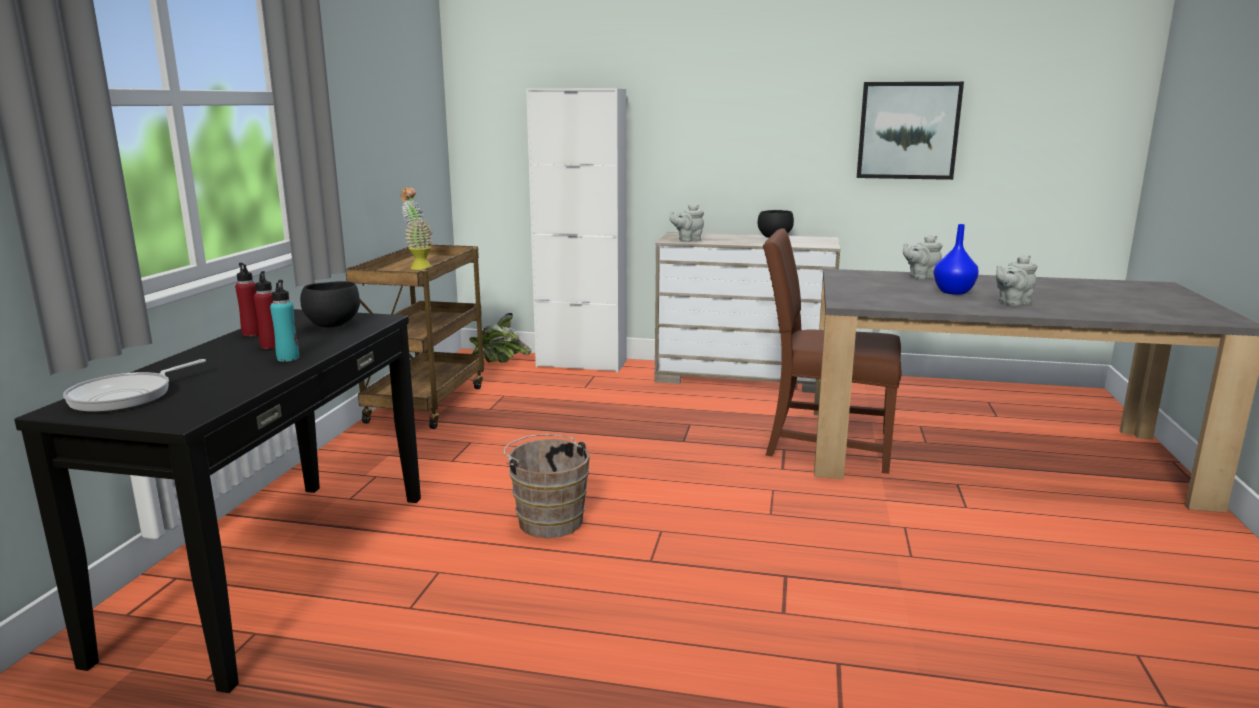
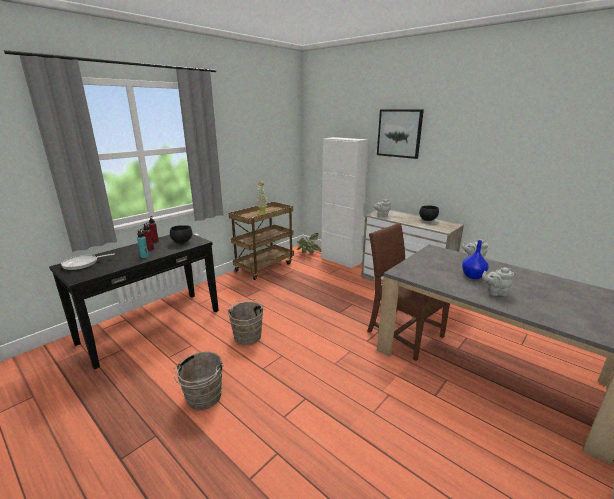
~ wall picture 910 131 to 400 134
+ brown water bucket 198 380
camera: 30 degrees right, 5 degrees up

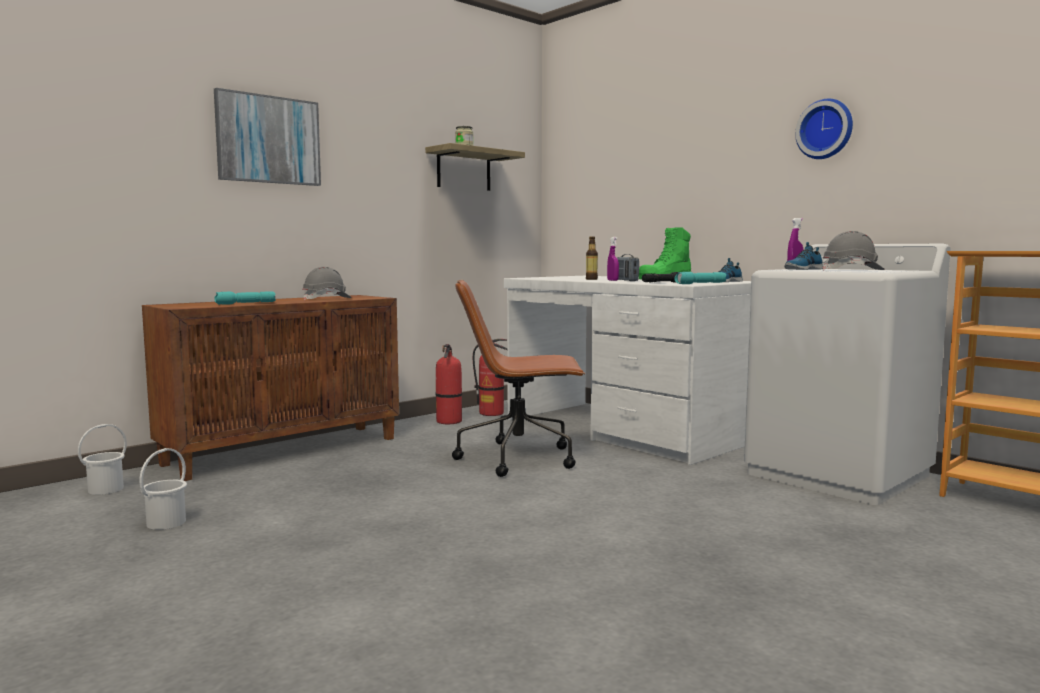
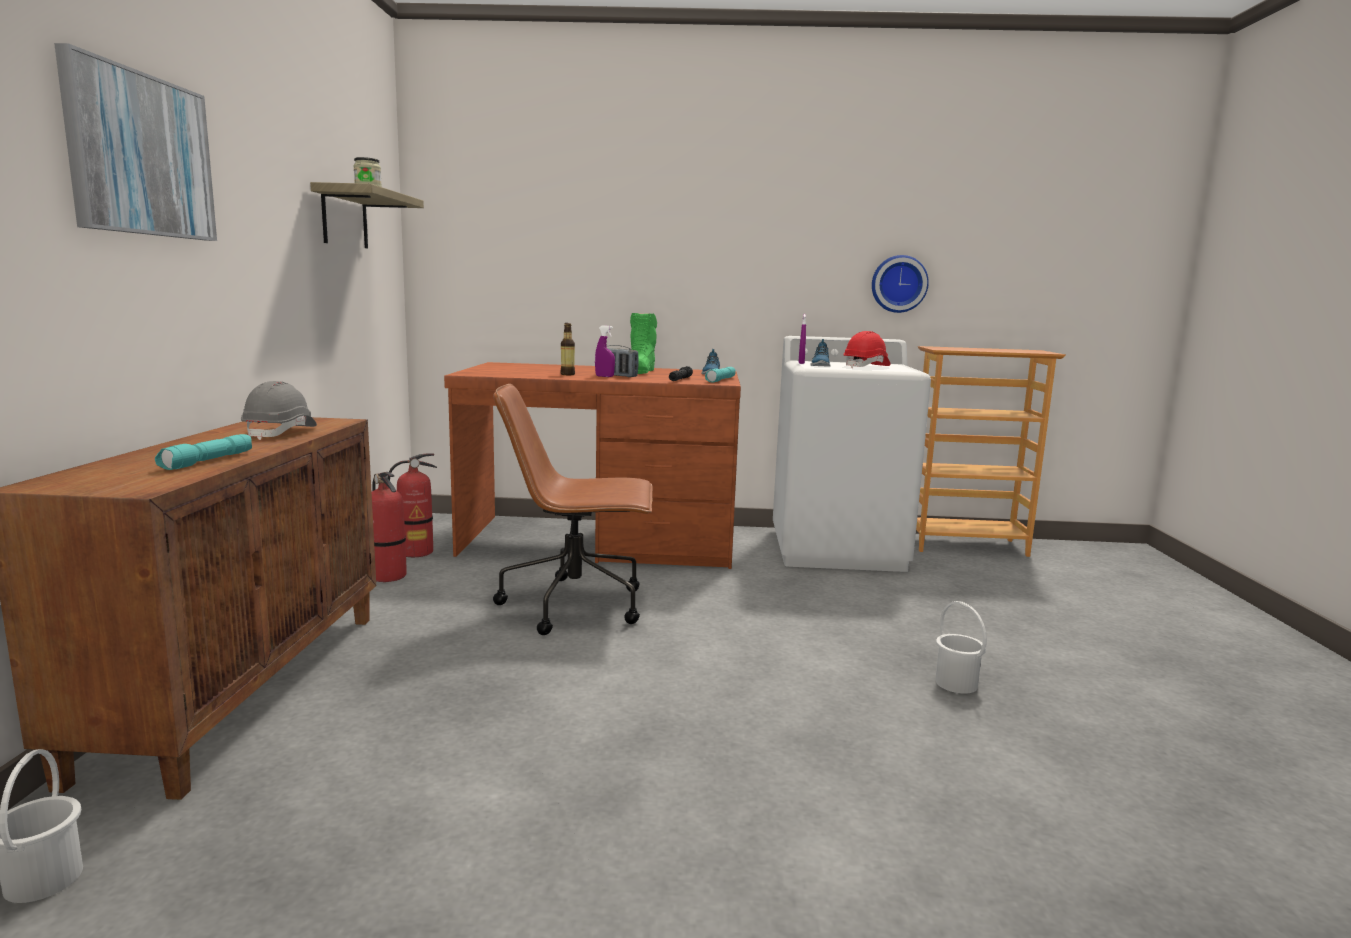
~ clock on the wall 824 129 to 900 284
~ grey work helmet 854 251 to red-coloured work helmet 867 349
~ white-coloured desk unit 627 370 to brown desk unit 592 465
~ brown desk chair 518 378 = 573 509 45 degrees clockwise
~ white-coloured water bucket 163 489 to 961 647
camera: 45 degrees left, 5 degrees up

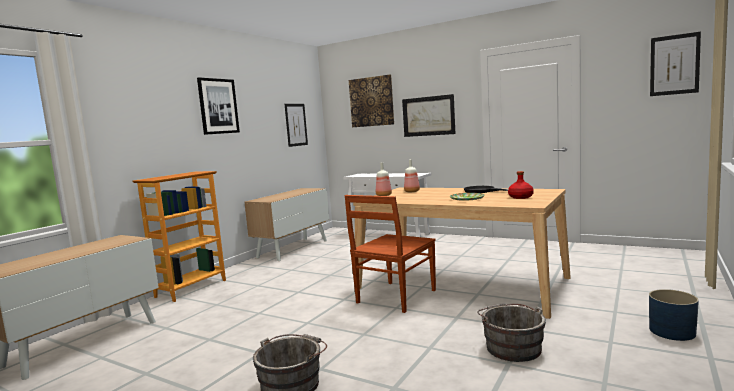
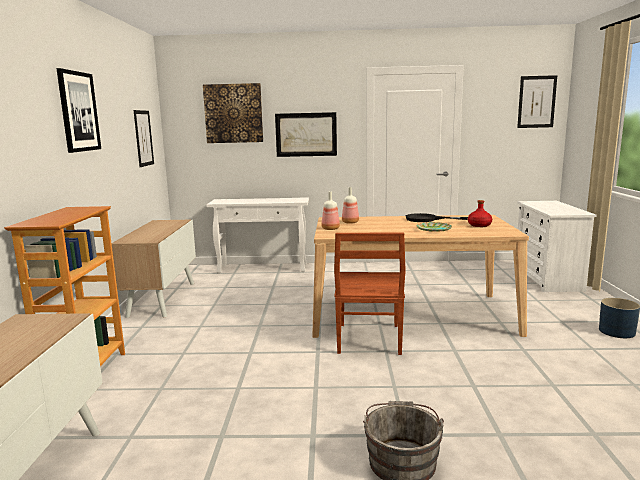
- grey water bucket 511 332
+ white-coloured chest of drawers 556 246
camera: 30 degrees left, 5 degrees up

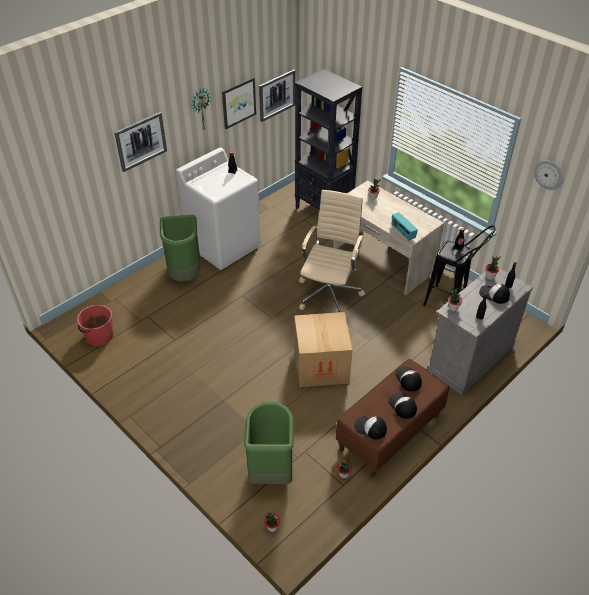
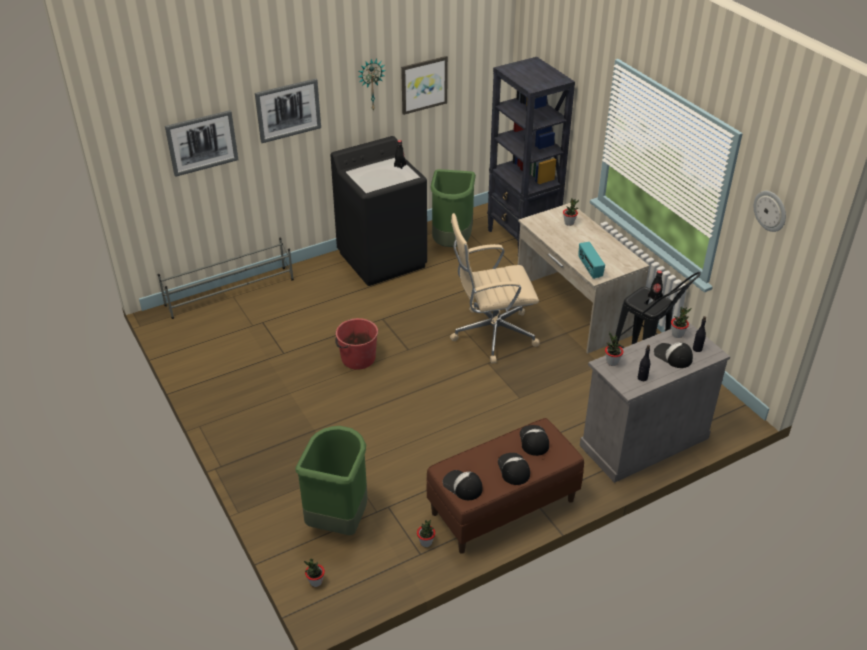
~ wall picture 277 96 to 201 143
~ white-coloured washing machine 218 209 to blackish washing machine 379 211
~ sand-coloured desk chair 332 251 = 495 288 135 degrees counterclockwise
~ green trash can 180 248 to 453 208
~ red-coloured water bucket 95 325 to 356 344
- cardboard box 323 349
+ grey shoe rack 226 278
camera: 15 degrees right, 5 degrees down

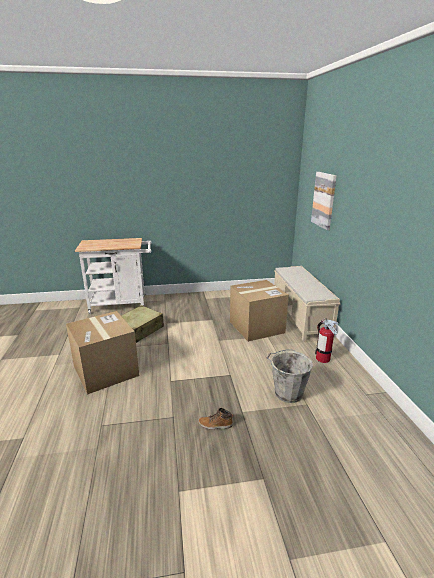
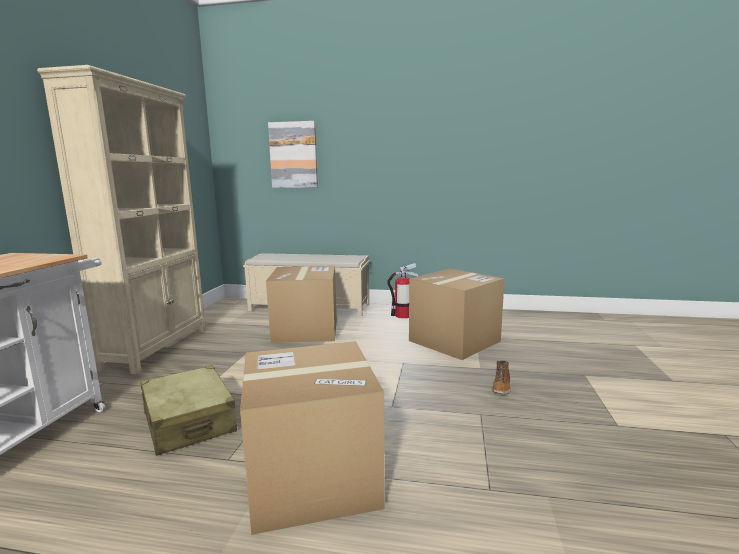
~ grey water bucket 290 376 to cardboard box 457 314
+ sand-coloured bookshelf 122 219
camera: 70 degrees left, 10 degrees down

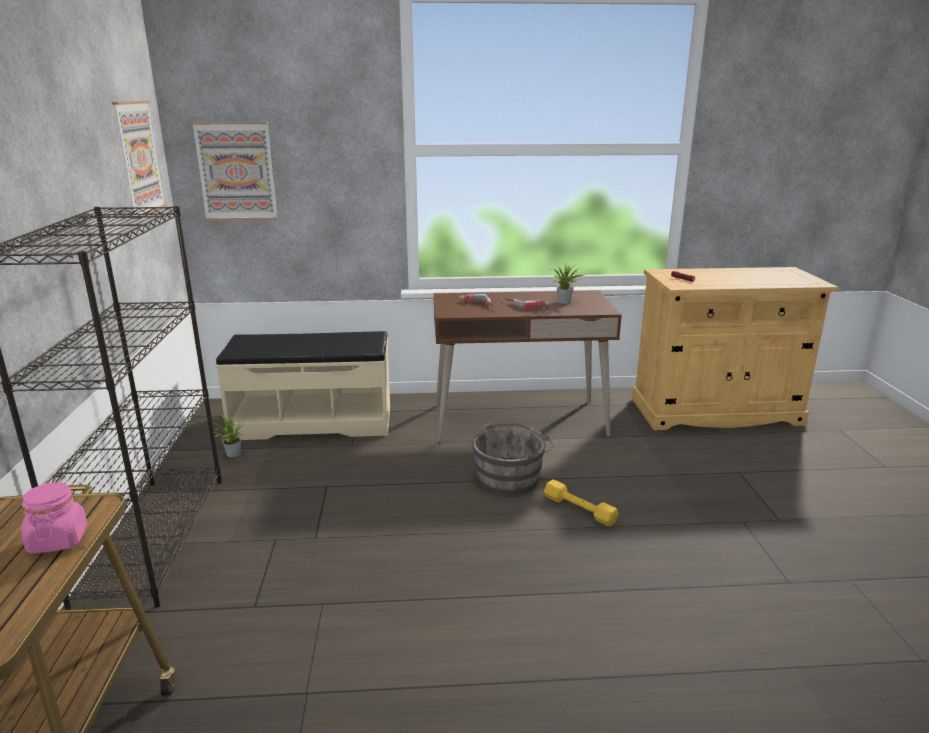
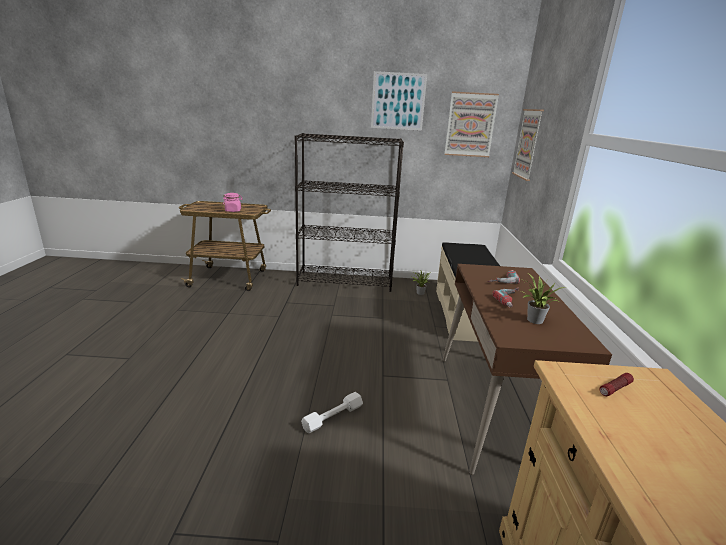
- grey water bucket 513 459
~ yellowish hand weight 581 503 to white-coloured hand weight 332 412
+ wall picture 399 101
camera: 95 degrees right, 0 degrees up

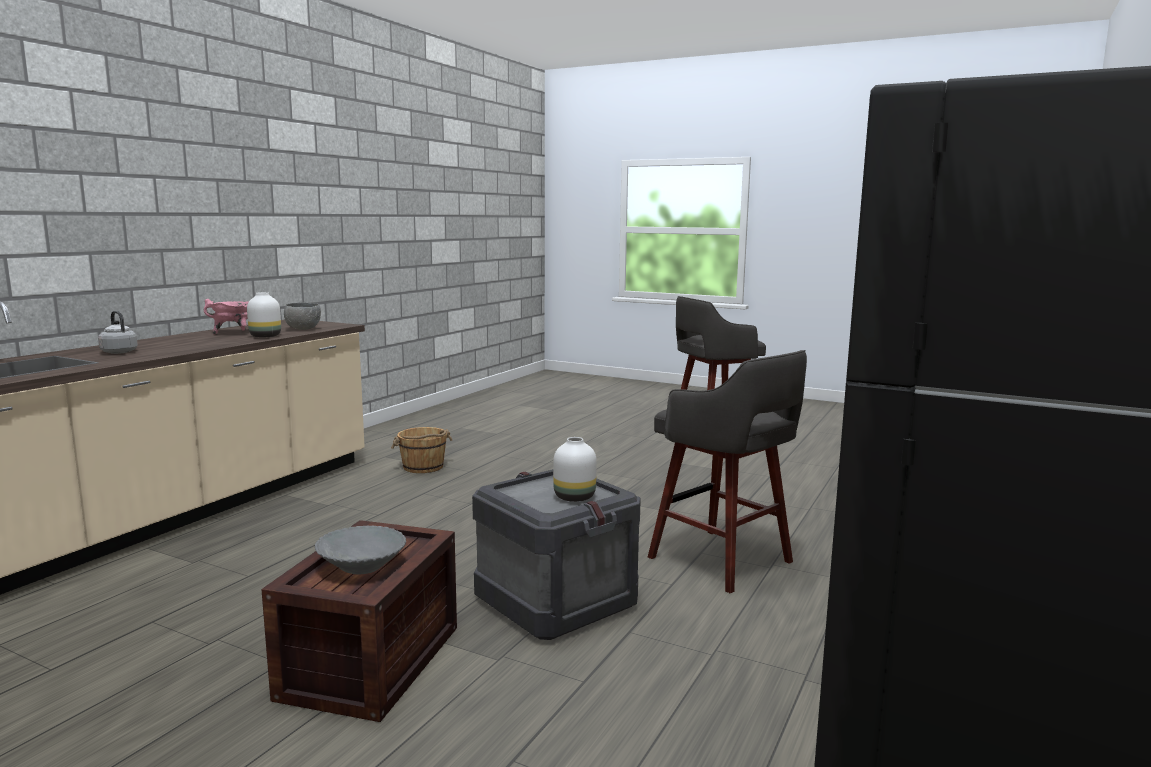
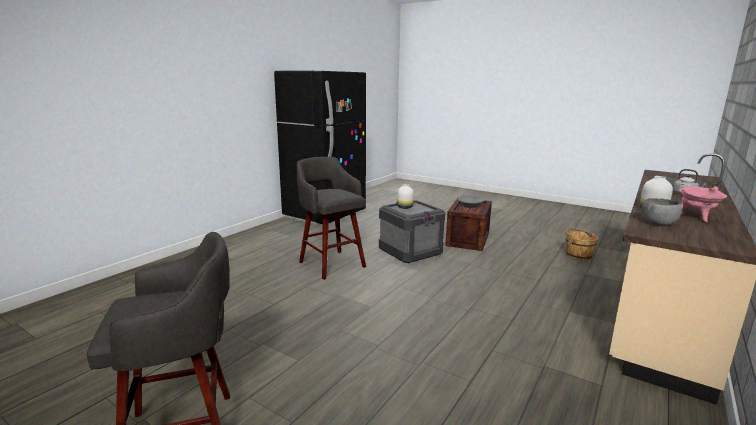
~ brown water bucket 422 450 to 582 244
camera: 175 degrees left, 5 degrees up

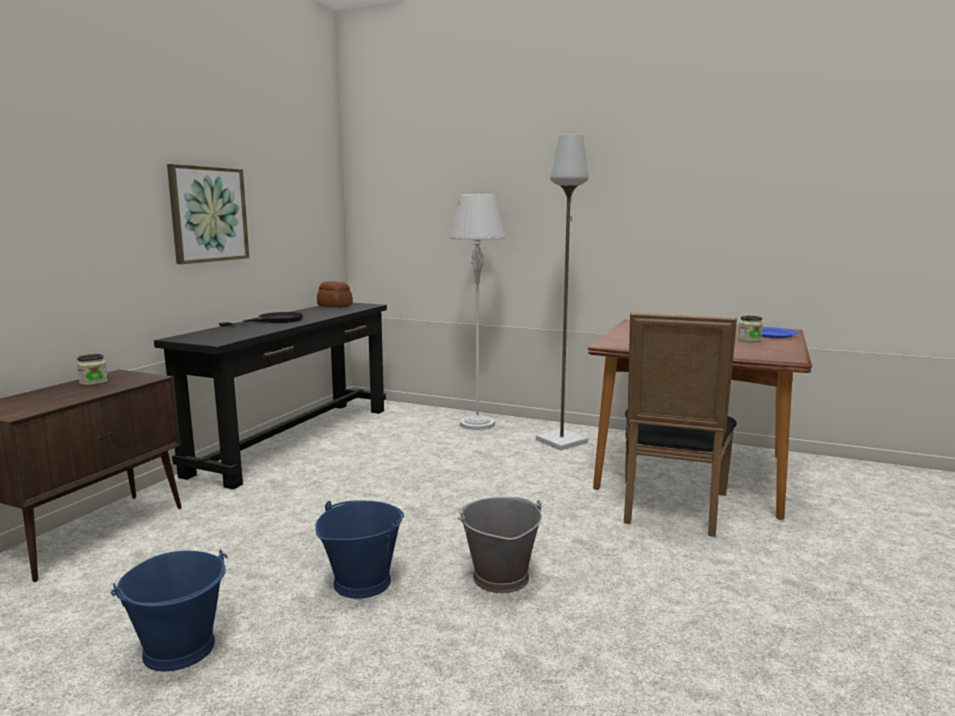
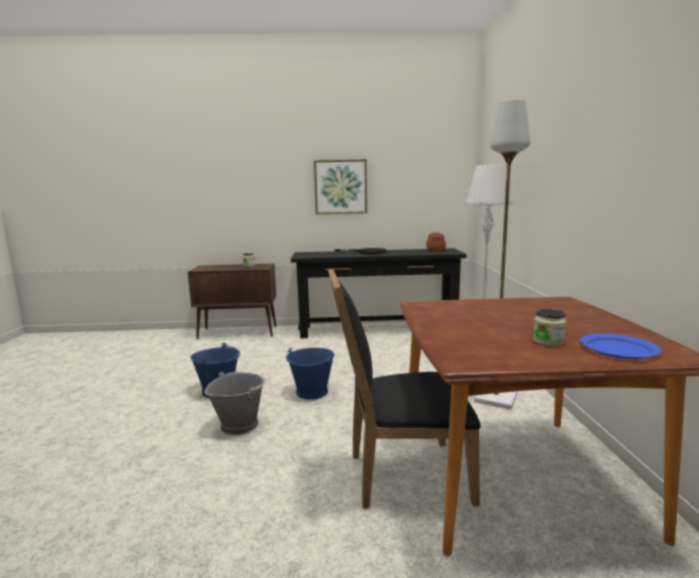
~ blue water bucket 169 611 to 310 374
camera: 65 degrees right, 0 degrees up

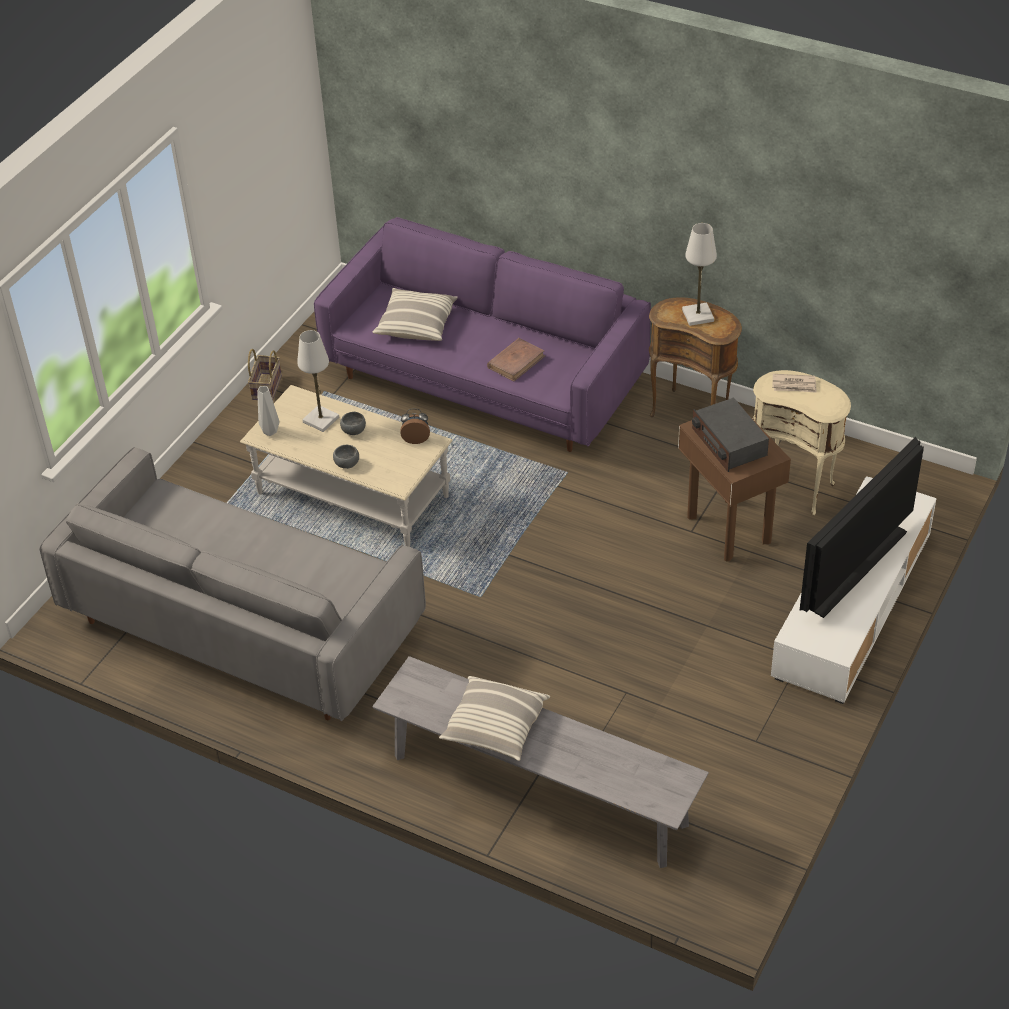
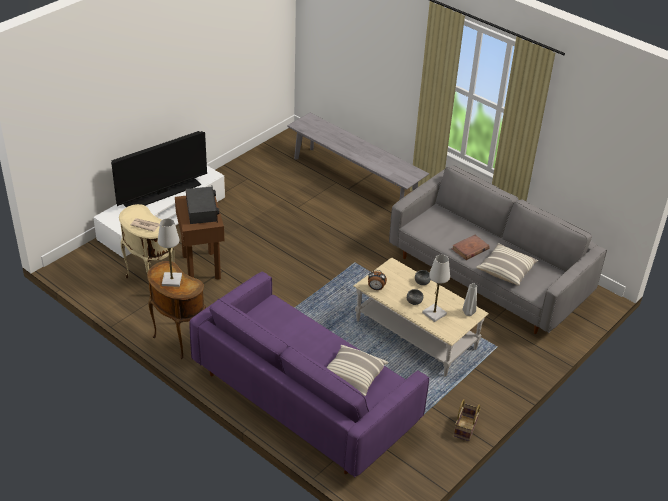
~ brown bound book 516 360 to 470 247
~ pillow 494 718 to 507 264
camera: 170 degrees left, 5 degrees down

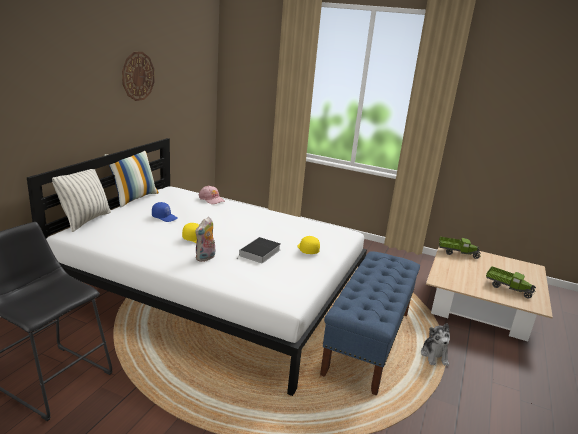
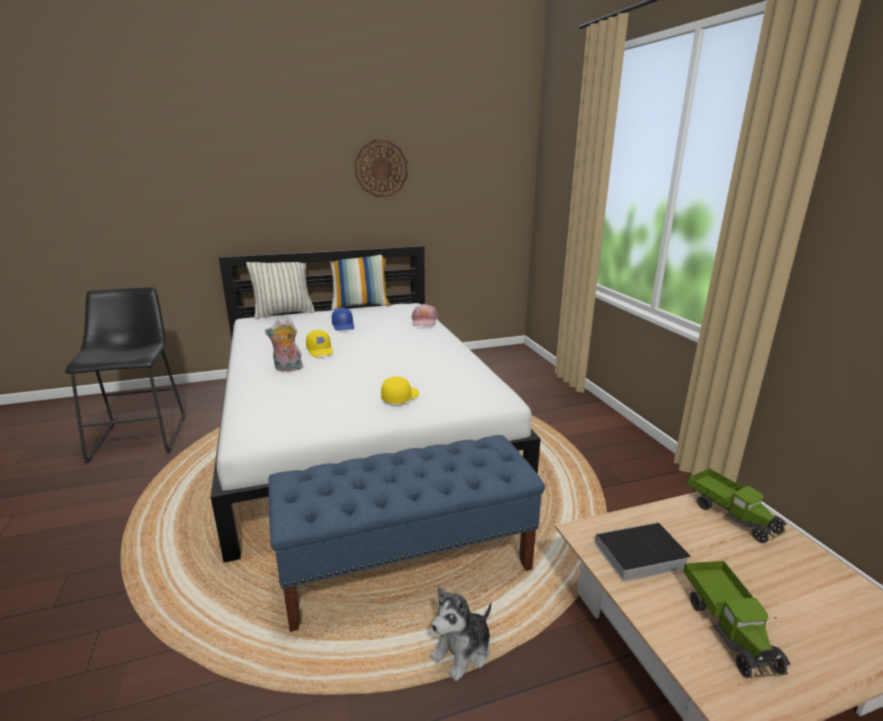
~ bound book 259 250 to 637 551
camera: 50 degrees right, 0 degrees up

